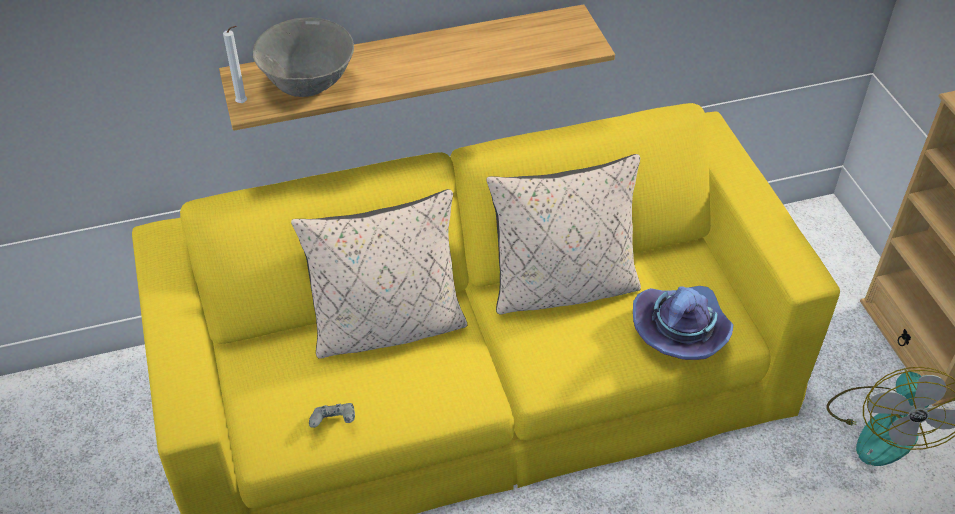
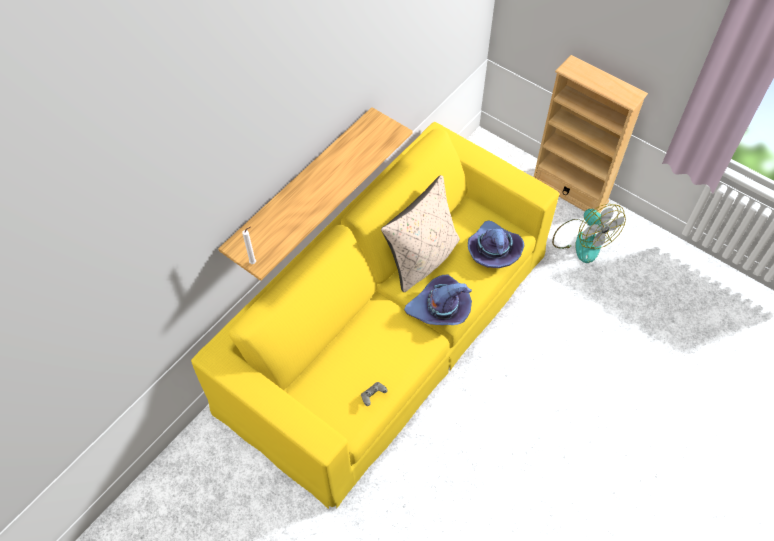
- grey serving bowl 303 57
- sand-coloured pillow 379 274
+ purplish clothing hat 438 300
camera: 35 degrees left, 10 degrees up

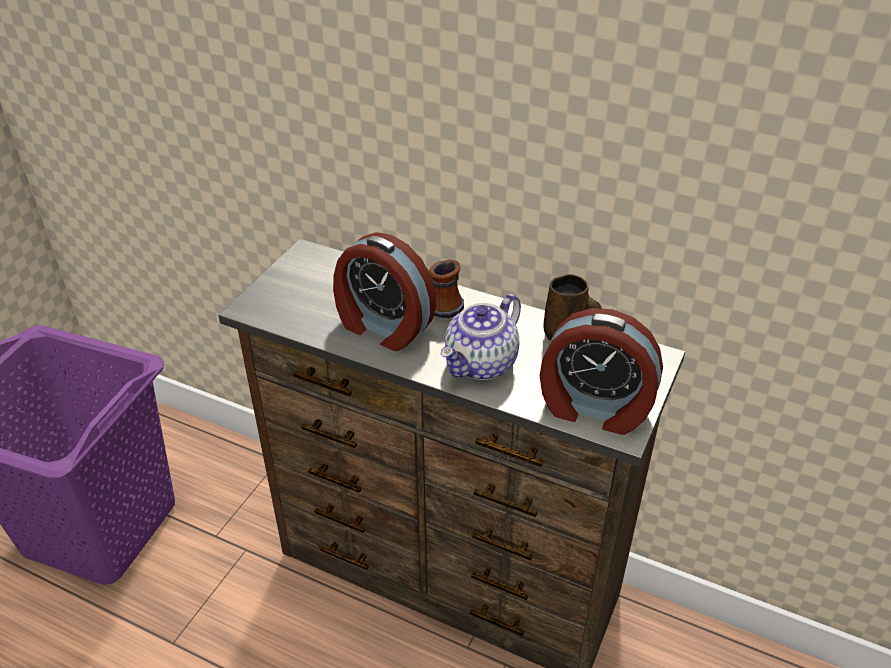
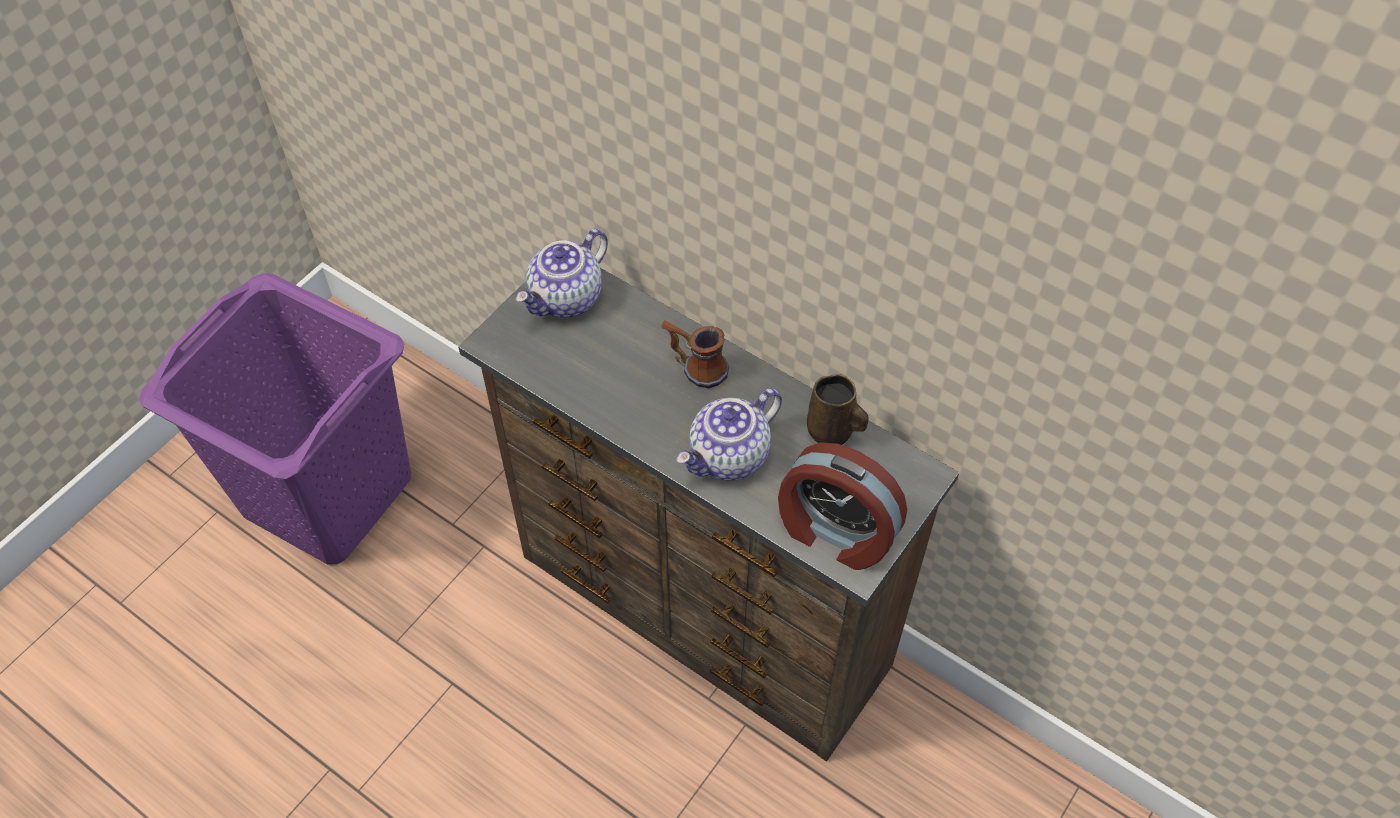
- alarm clock 384 291
+ teapot 562 273
camera: 10 degrees right, 15 degrees up

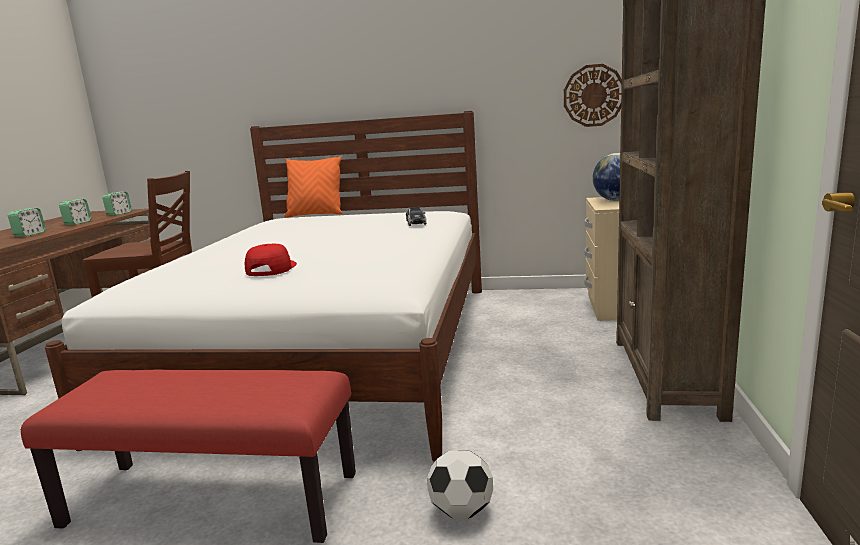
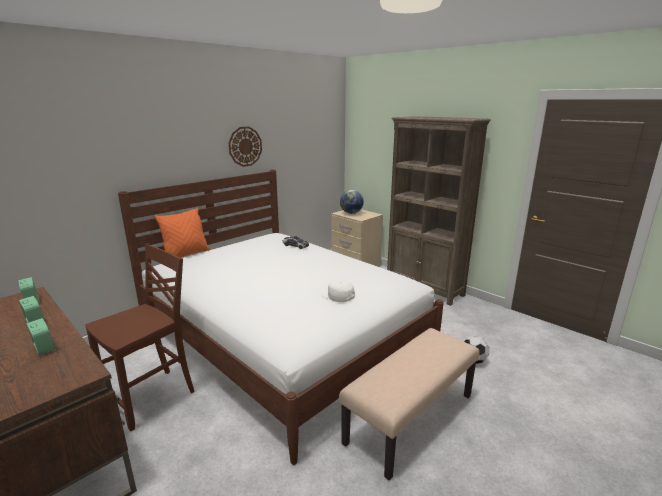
~ clock on the wall 593 95 to 245 147
~ red-coloured cap 271 260 to white-coloured cap 338 290
~ red-coloured indoor bench 188 456 to sand-coloured indoor bench 409 404
camera: 55 degrees left, 5 degrees up

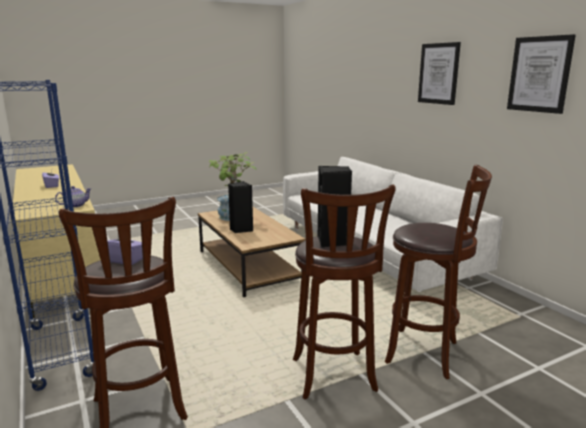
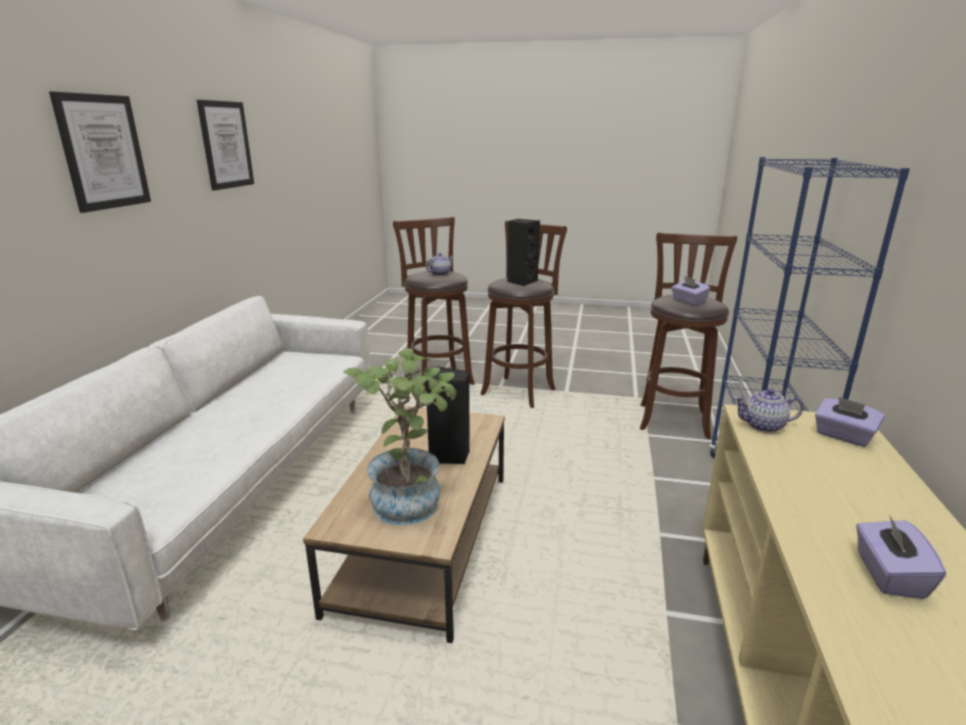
+ teapot 440 264
+ purplish tissue holder 850 422
camera: 140 degrees left, 5 degrees up

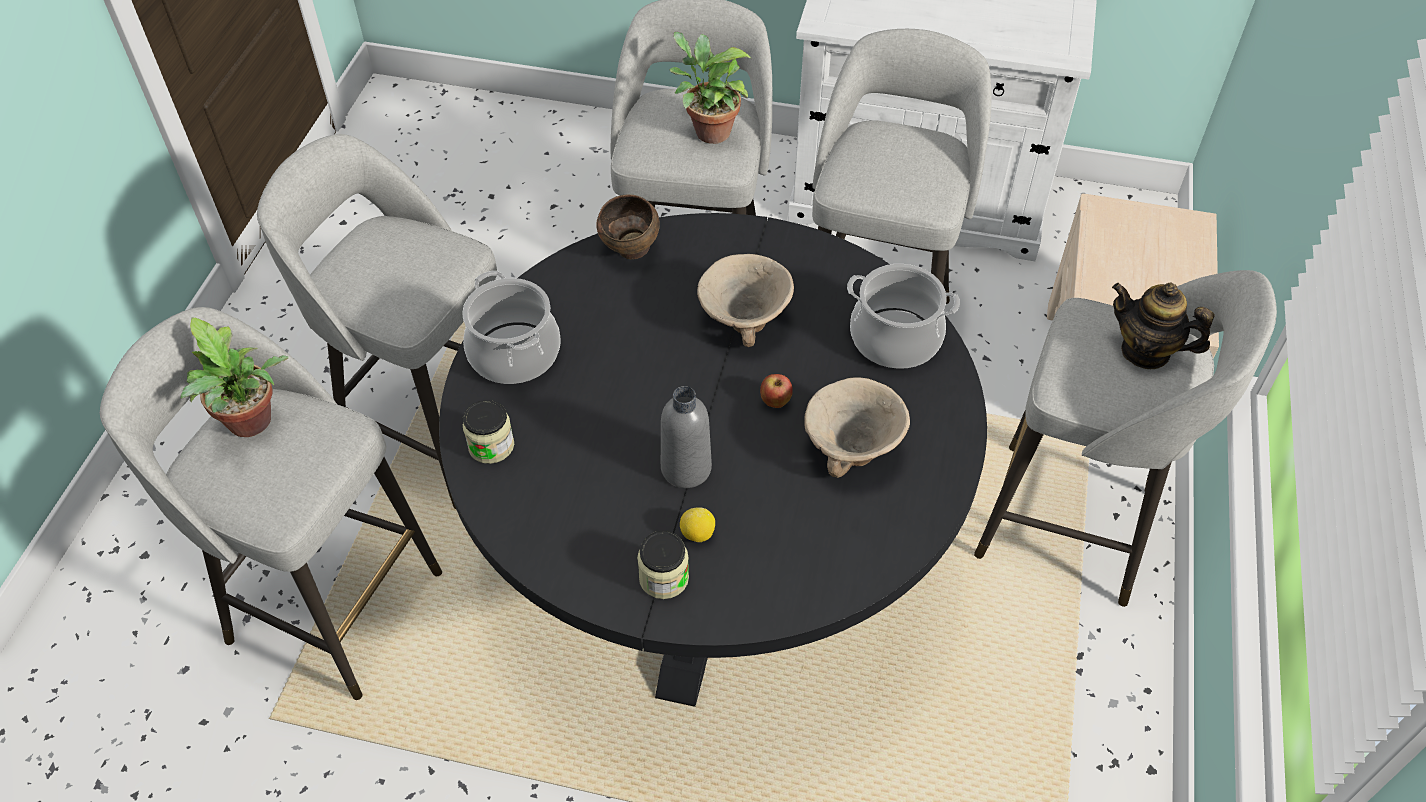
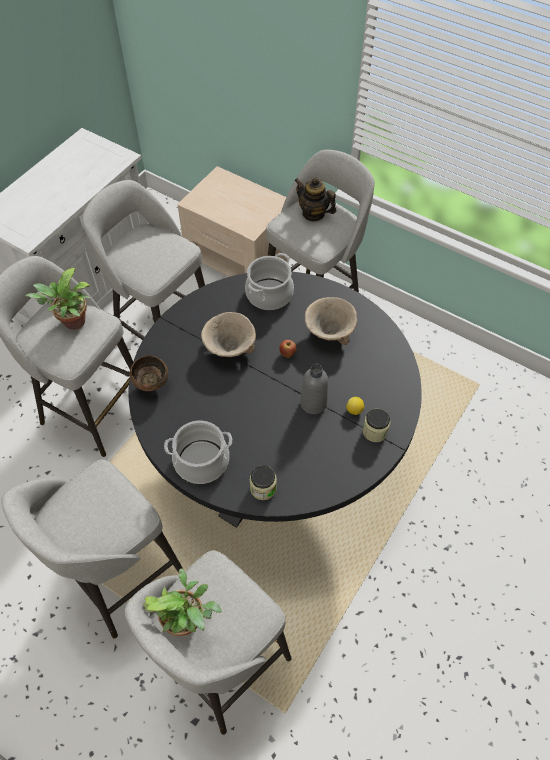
~ teapot 1163 326 = 315 200 75 degrees clockwise
camera: 70 degrees left, 5 degrees up

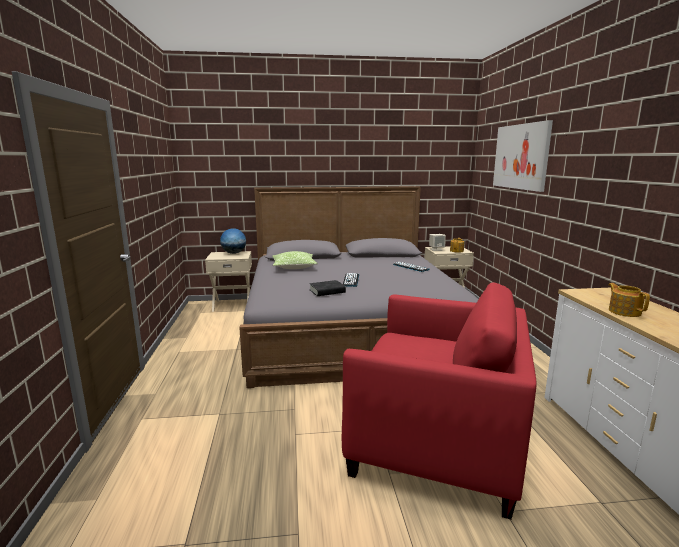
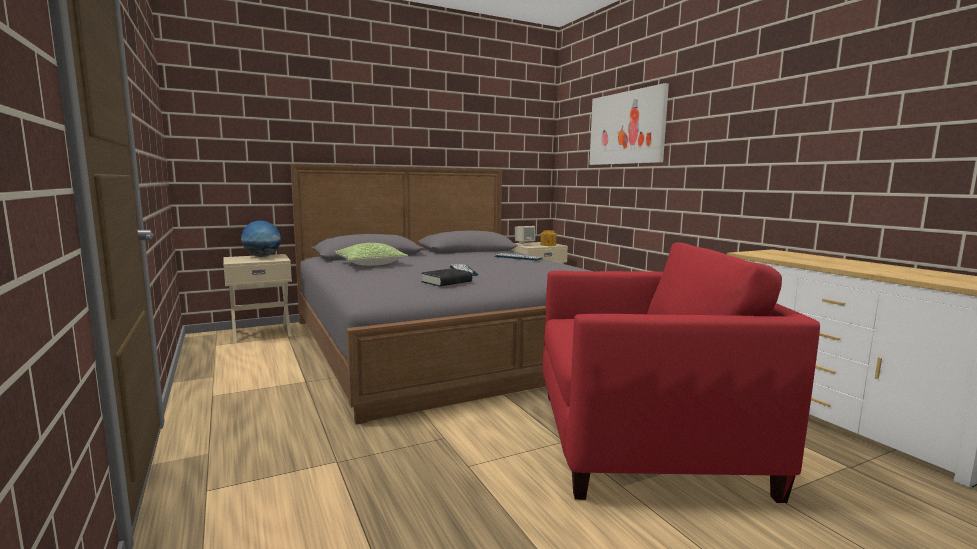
- teapot 629 300
camera: 20 degrees left, 5 degrees down

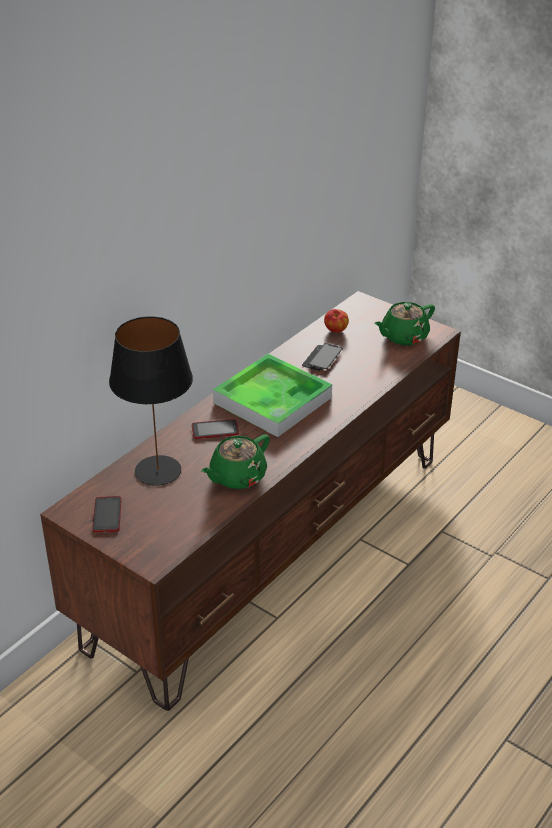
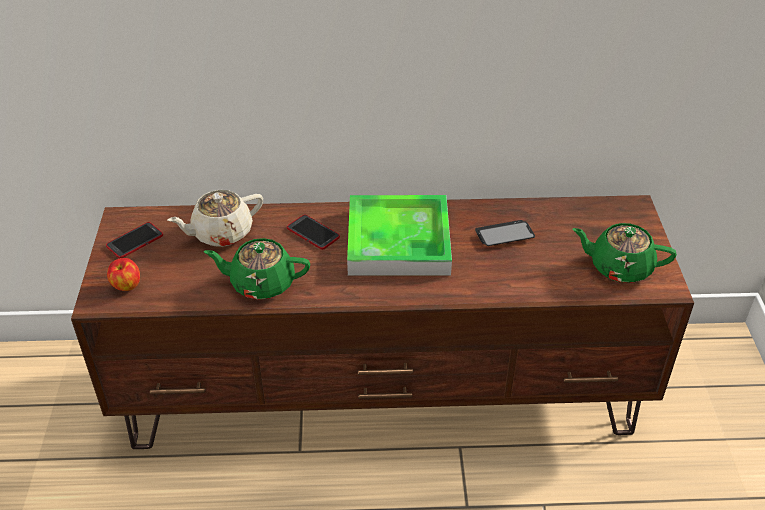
~ apple fruit 336 321 to 123 274
~ blackish lamp for a table 151 401 to sand-coloured teapot 215 218
camera: 50 degrees right, 5 degrees up

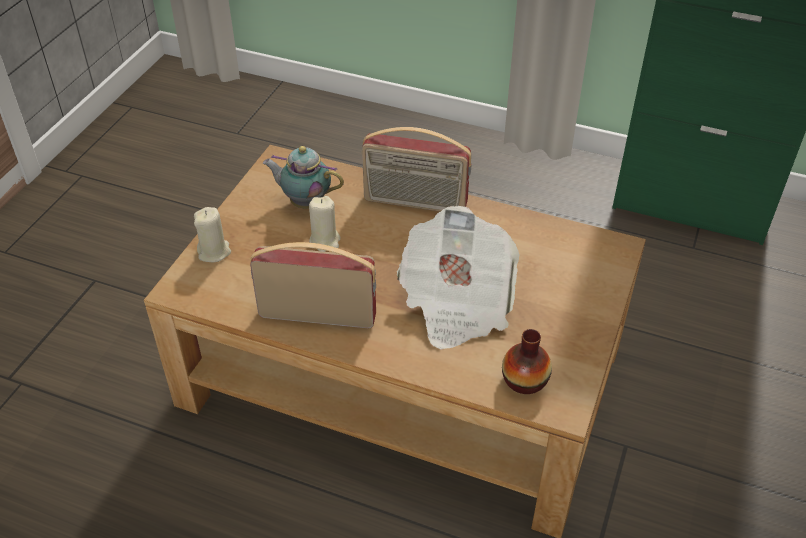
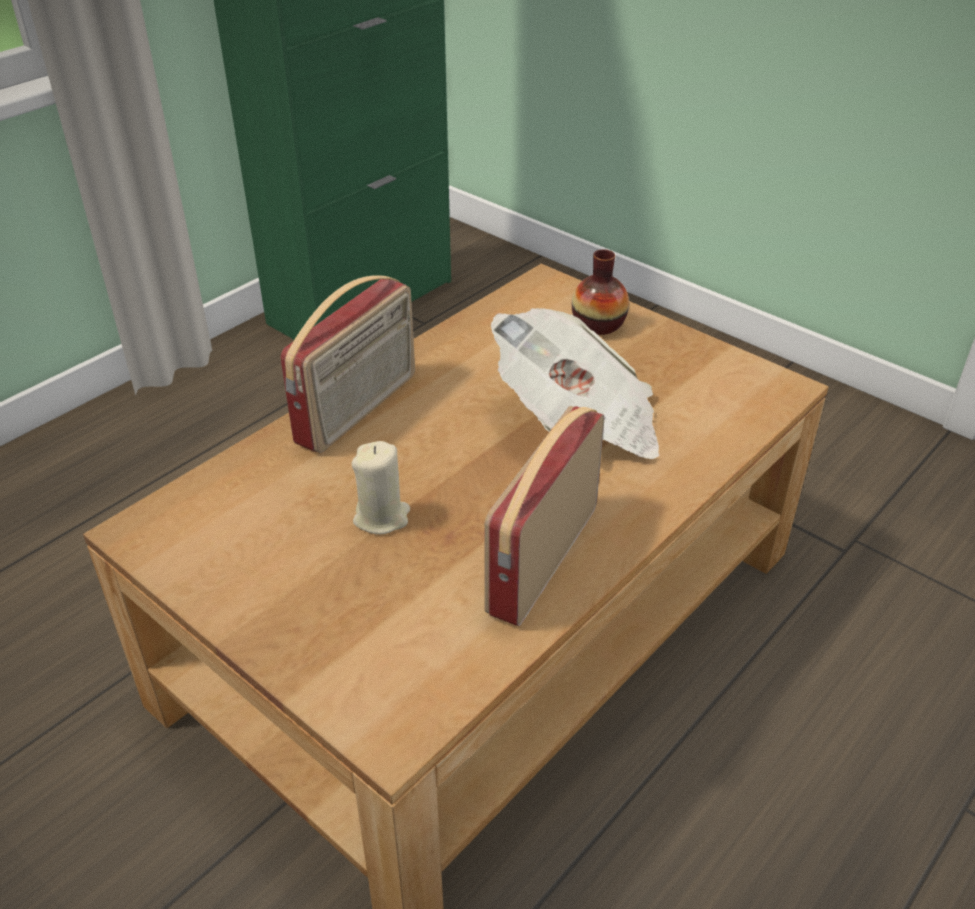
- teapot 303 177
- sand-coloured candle 212 234
~ flower vase 527 361 to 600 292
camera: 70 degrees left, 5 degrees down

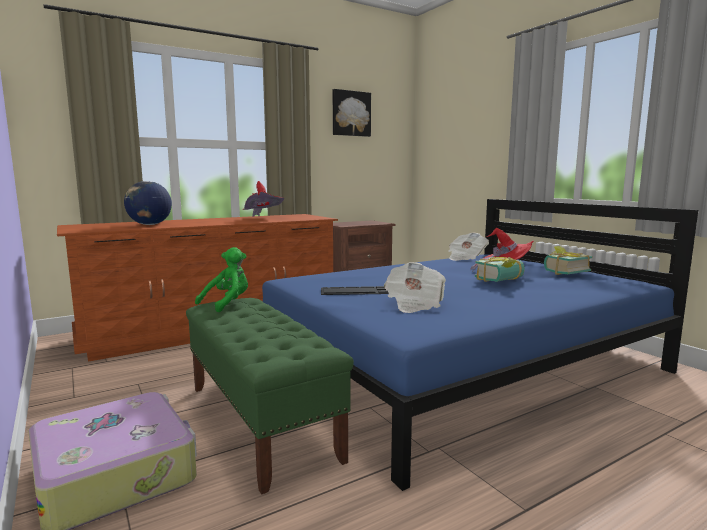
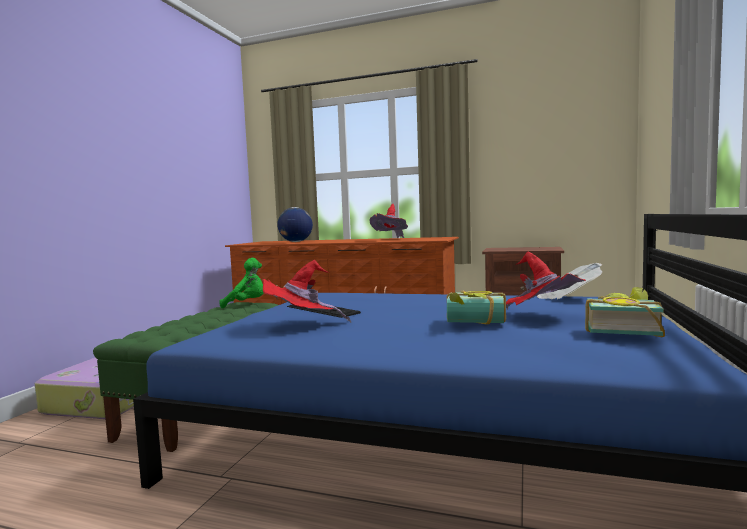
- wall picture 352 113
~ printed paper 415 287 to red-coloured clothing hat 307 291
camera: 50 degrees right, 5 degrees down

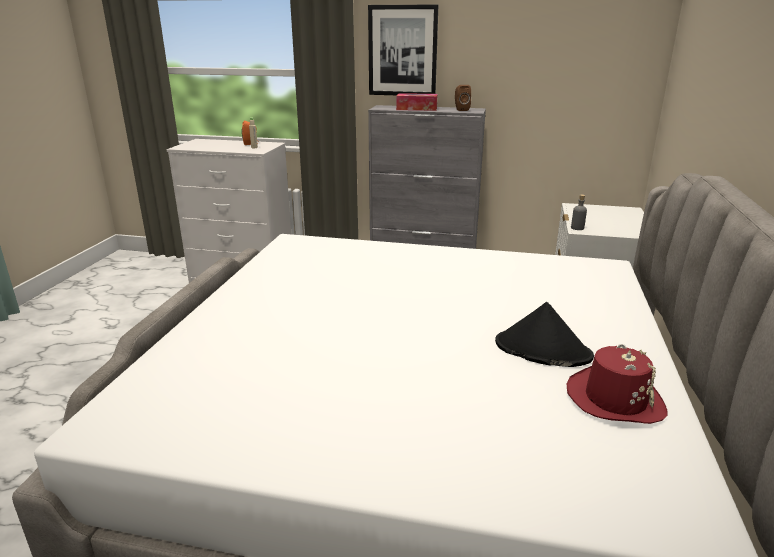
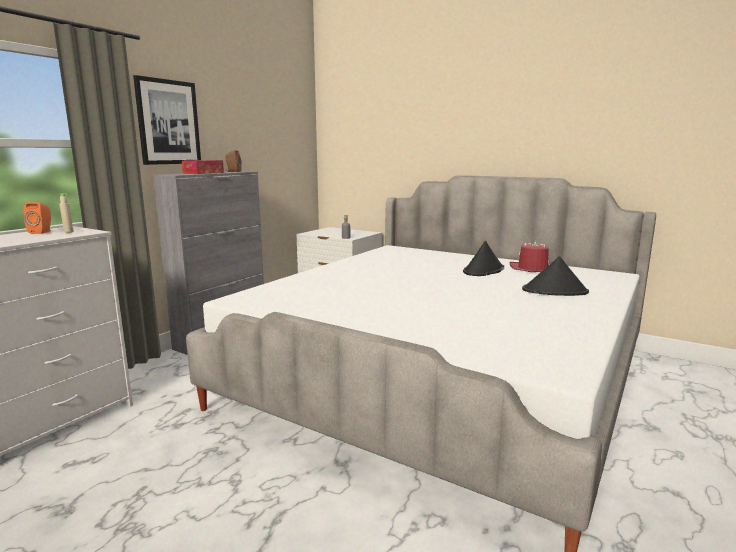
+ blackish clothing hat 555 276
camera: 70 degrees left, 10 degrees down

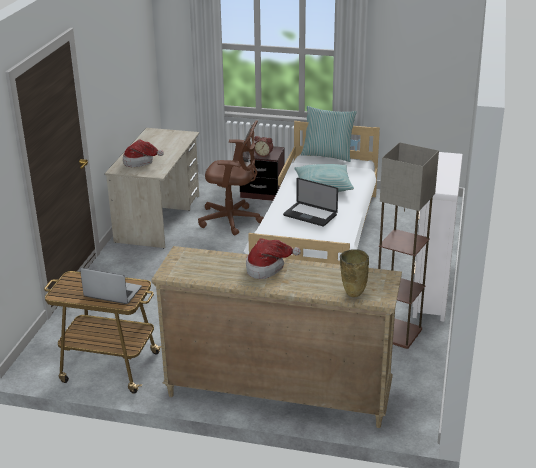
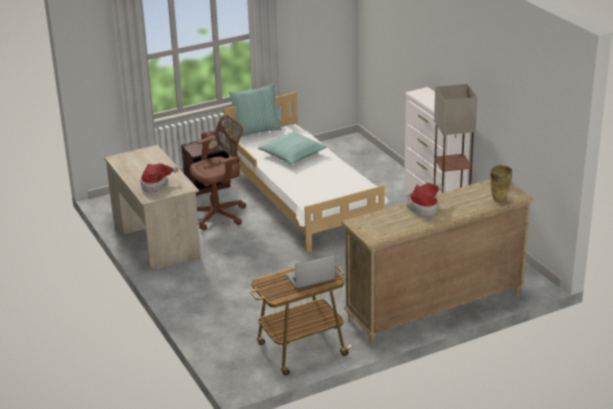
- notebook computer 310 202
camera: 40 degrees left, 0 degrees up

